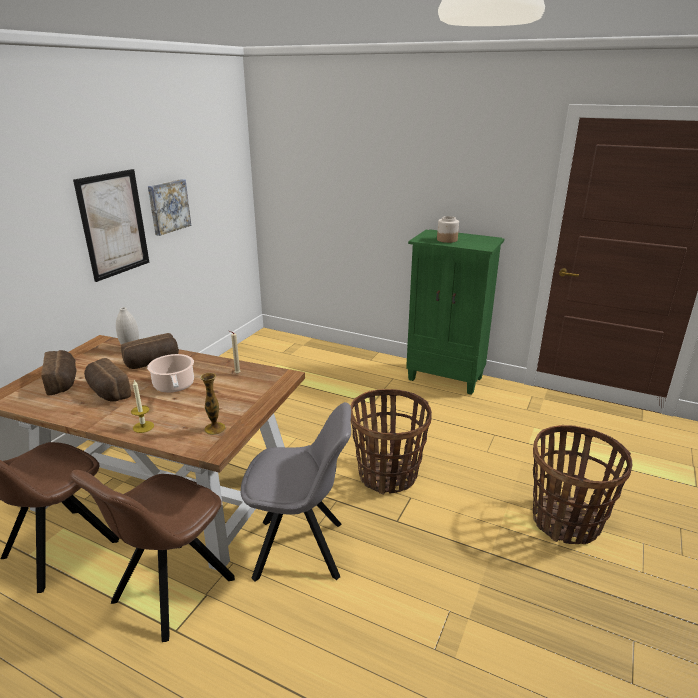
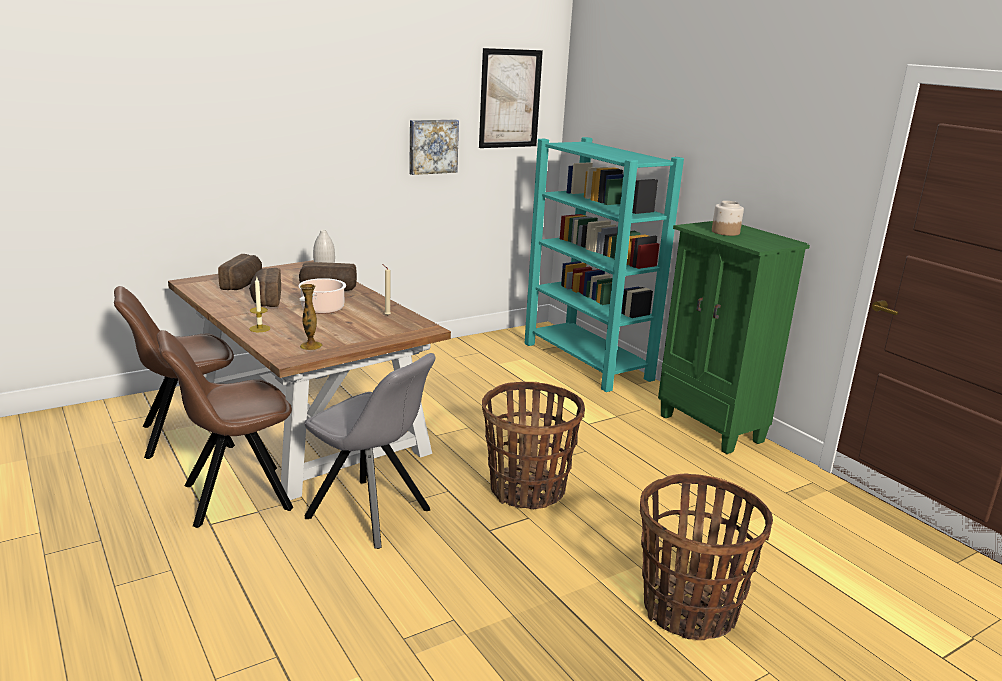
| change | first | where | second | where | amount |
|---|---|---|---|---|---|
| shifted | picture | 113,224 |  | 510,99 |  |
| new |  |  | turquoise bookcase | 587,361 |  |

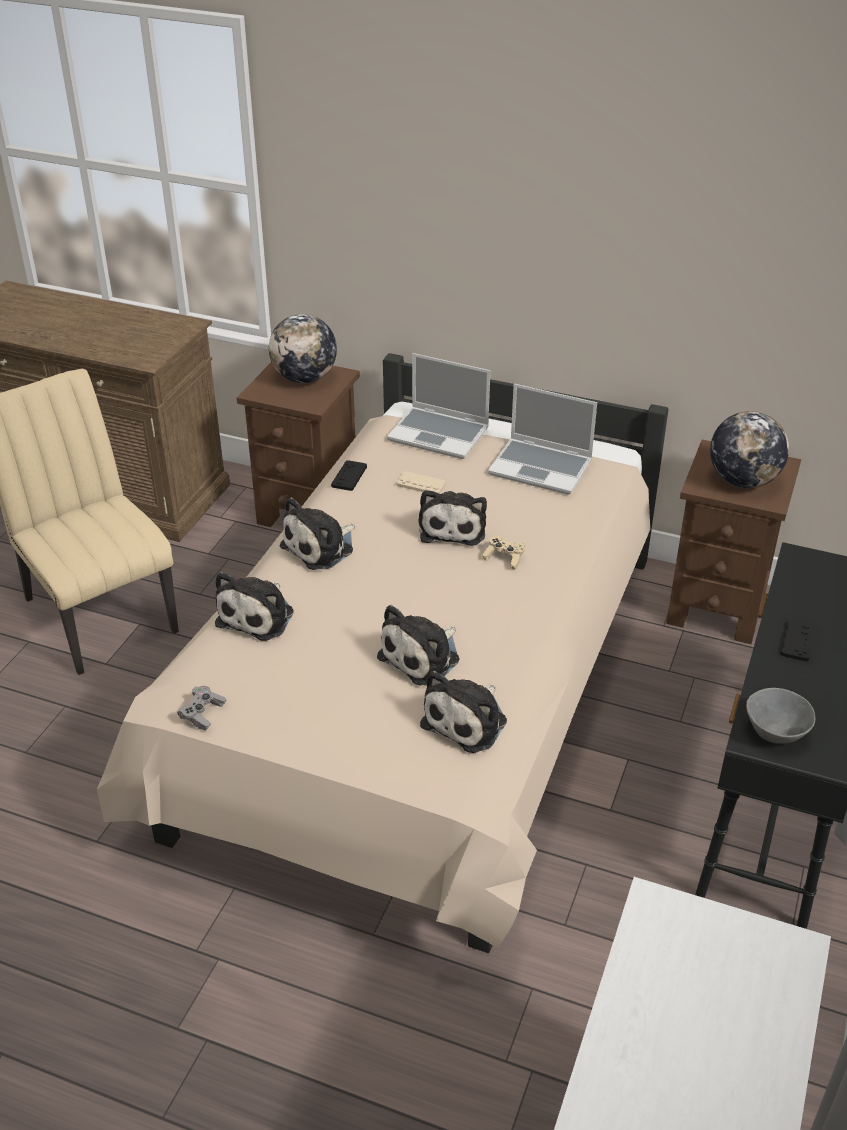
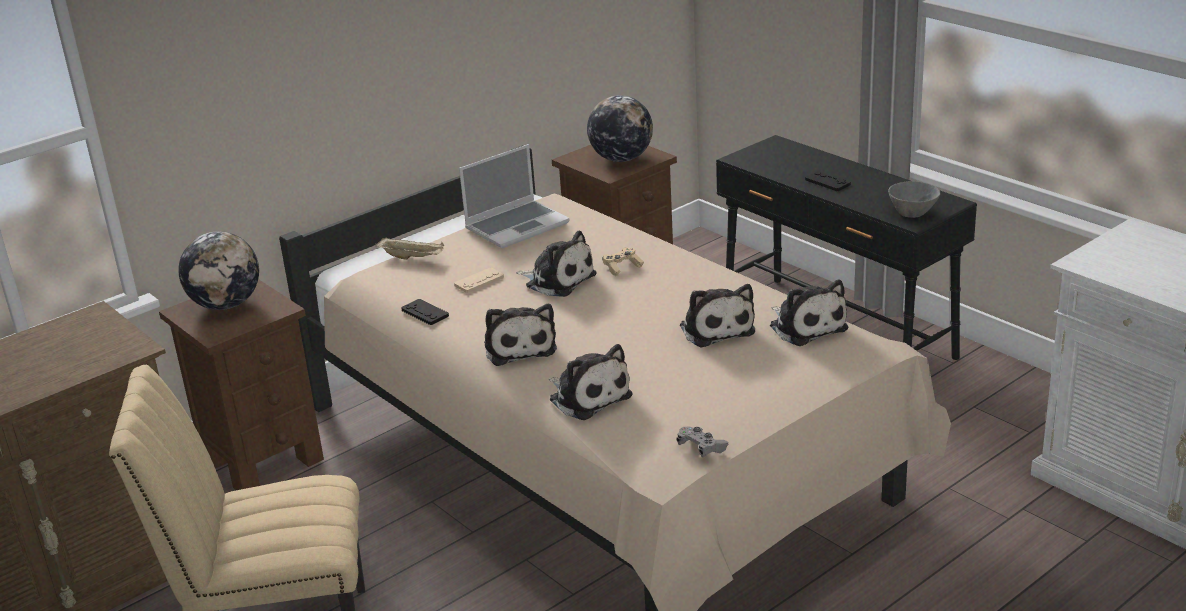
| change | first | where | second | where | amount |
|---|---|---|---|---|---|
| swapped | laptop | 440,434 | beige tray | 413,257 |  |

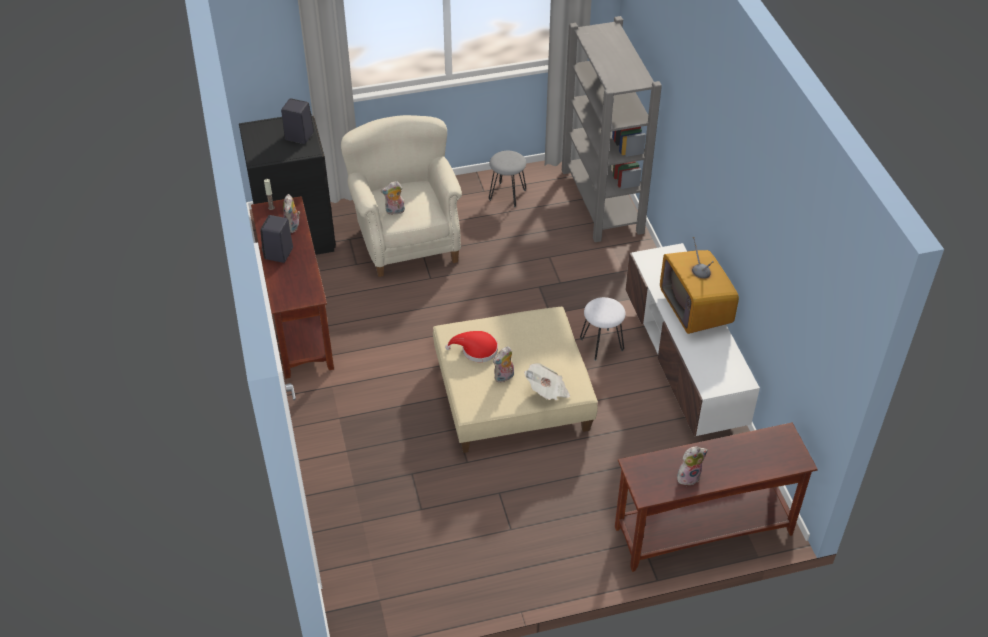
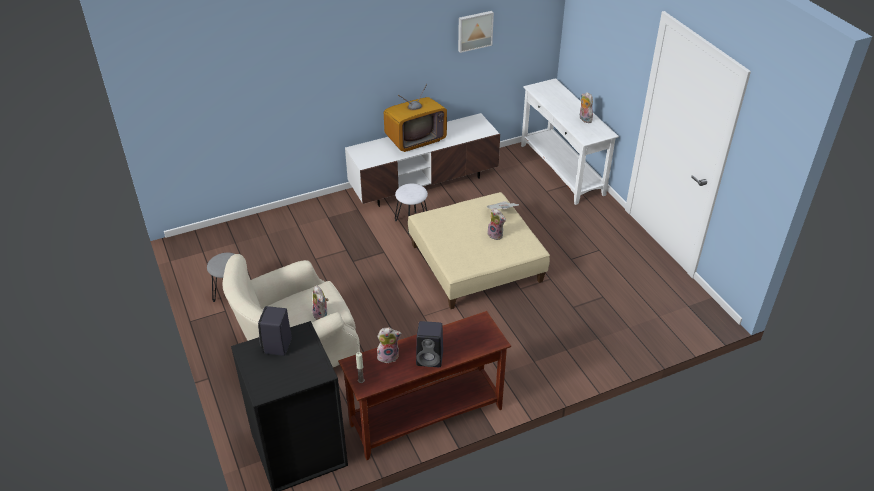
| change | first | where | second | where | amount |
|---|---|---|---|---|---|
| gone | red hat | 476,350 |  |  |  |
| gone | grey bookcase | 602,201 |  |  |  |
| repainted | brown console table | 702,531 | white console table | 562,170 |  |
| new |  |  | picture | 474,30 |  |

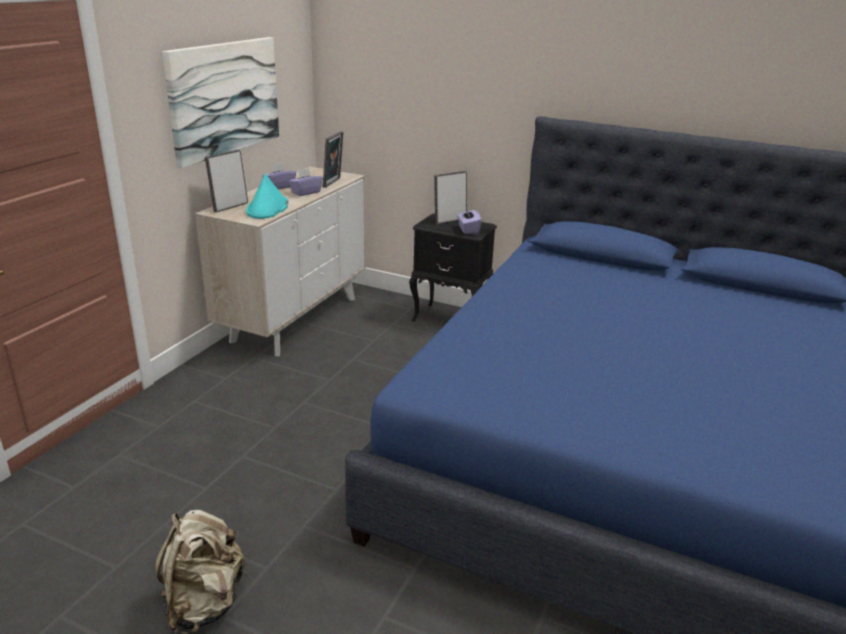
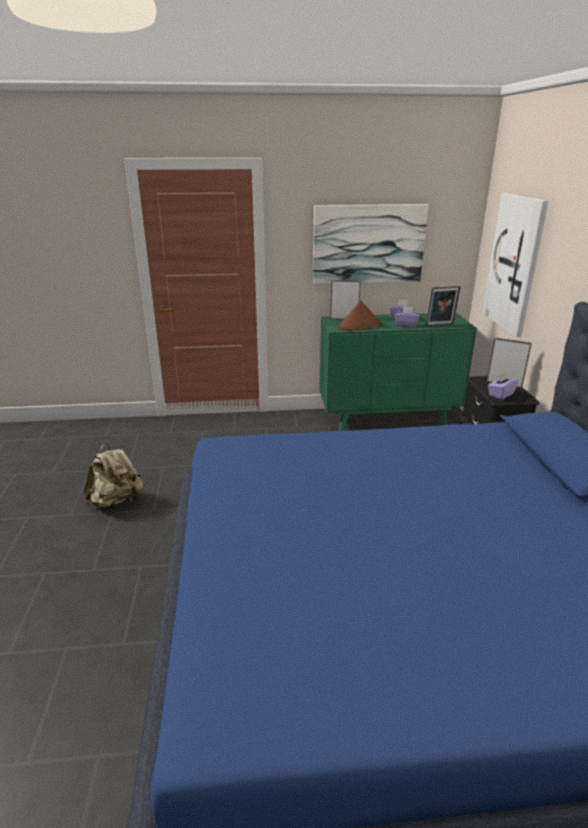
| change | first | where | second | where | amount |
|---|---|---|---|---|---|
| repainted | white dresser | 295,319 | green dresser | 387,418 |  |
| repainted | turquoise hat | 267,208 | brown hat | 359,326 |  |
| new |  |  | picture | 514,263 |  |

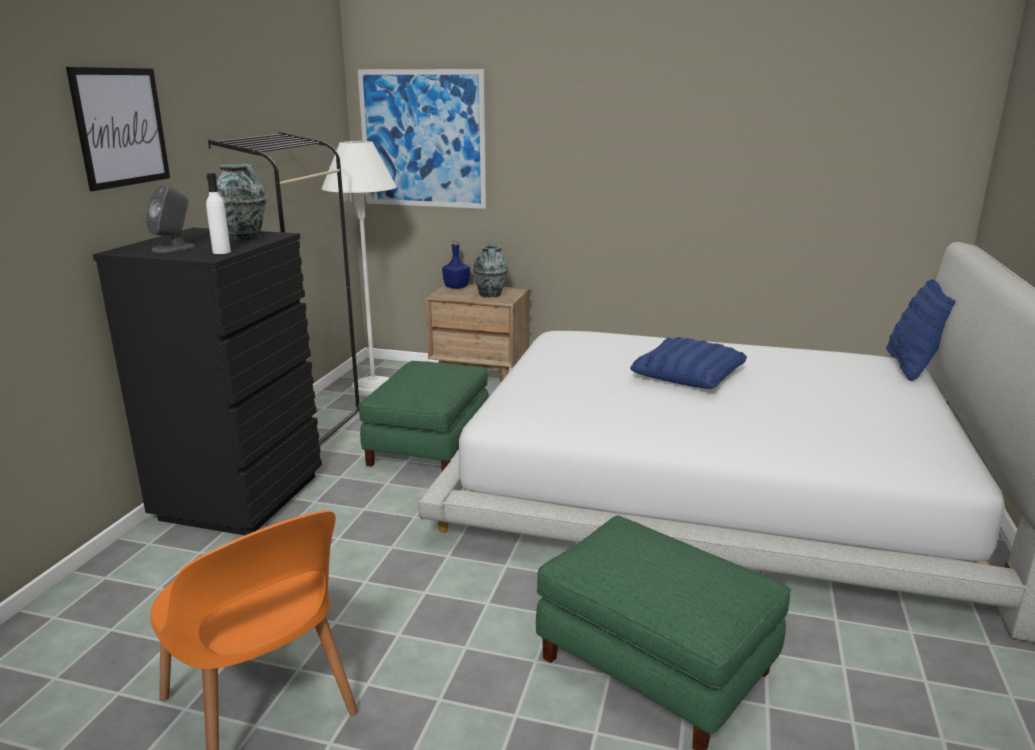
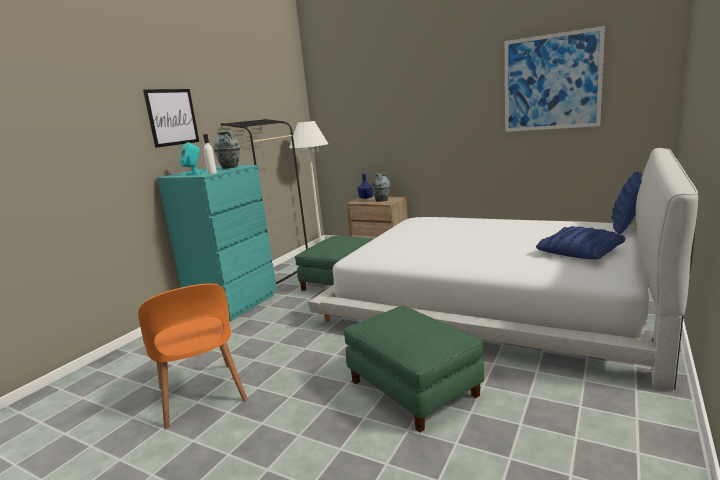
| change | first | where | second | where | amount |
|---|---|---|---|---|---|
| repainted | black dresser | 239,496 | turquoise dresser | 233,303 |  |
| repainted | grey speaker | 174,248 | turquoise speaker | 193,173 |  |
| shifted | picture | 423,139 |  | 551,82 |  |
| shifted | blue pillow | 687,375 |  | 579,252 |  |

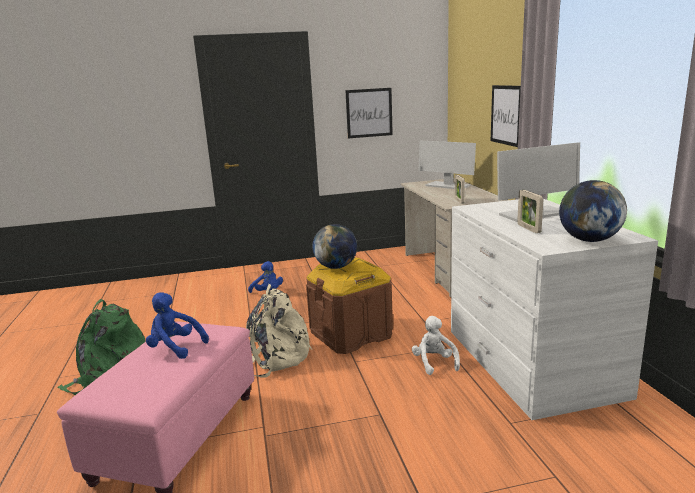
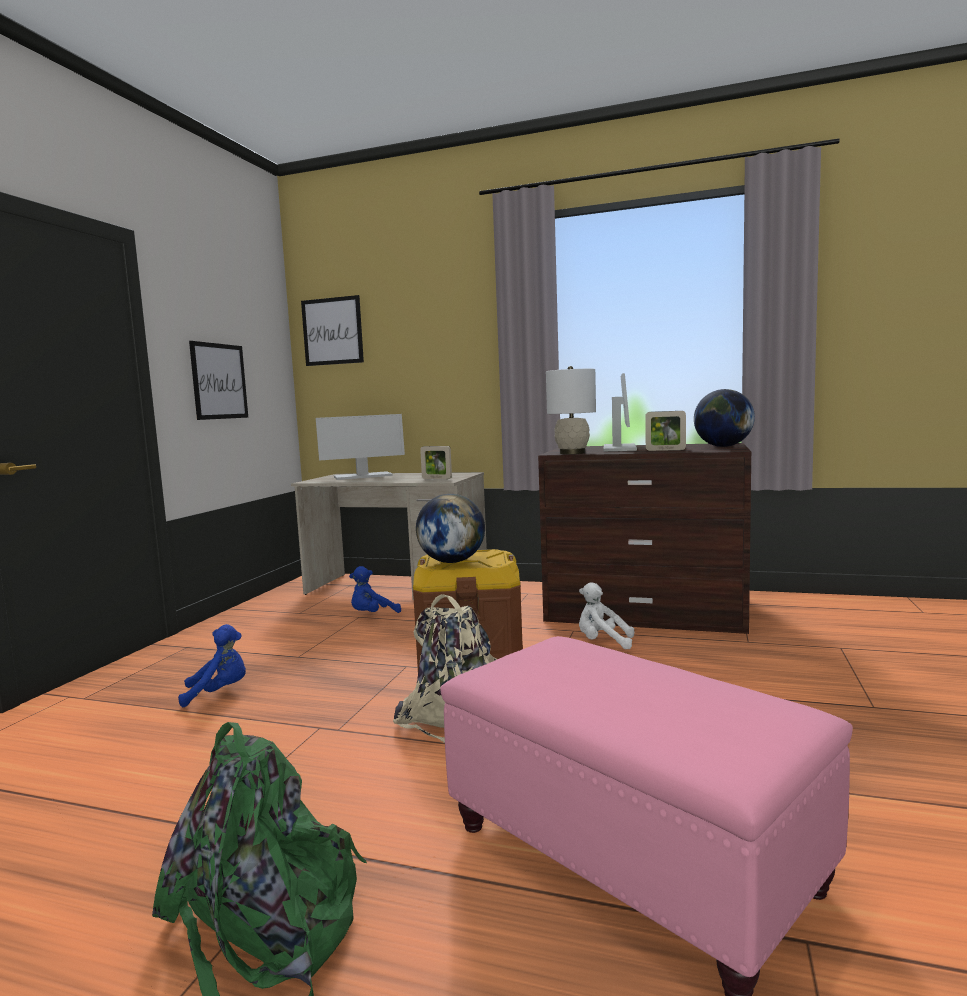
| change | first | where | second | where | amount |
|---|---|---|---|---|---|
| shifted | blue plush toy | 175,348 |  | 372,615 |  |
| repainted | white dresser | 531,361 | brown dresser | 646,609 |  |
| shifted | picture | 506,115 |  | 332,331 |  |
| new |  |  | white table lamp | 572,453 |  |

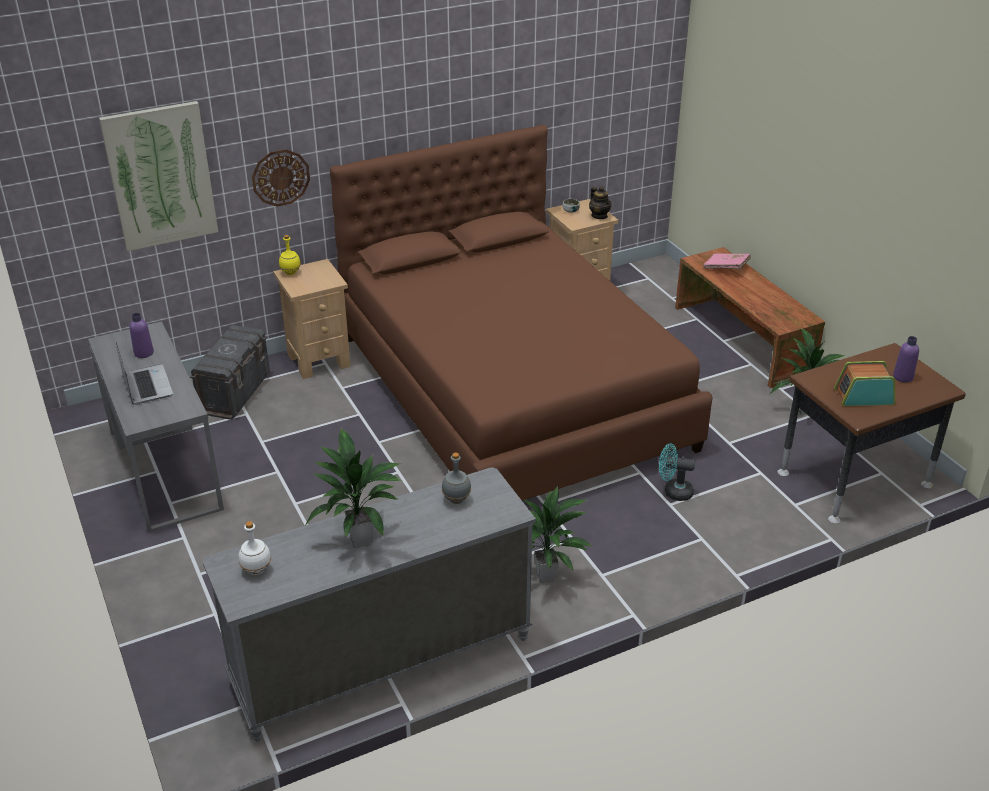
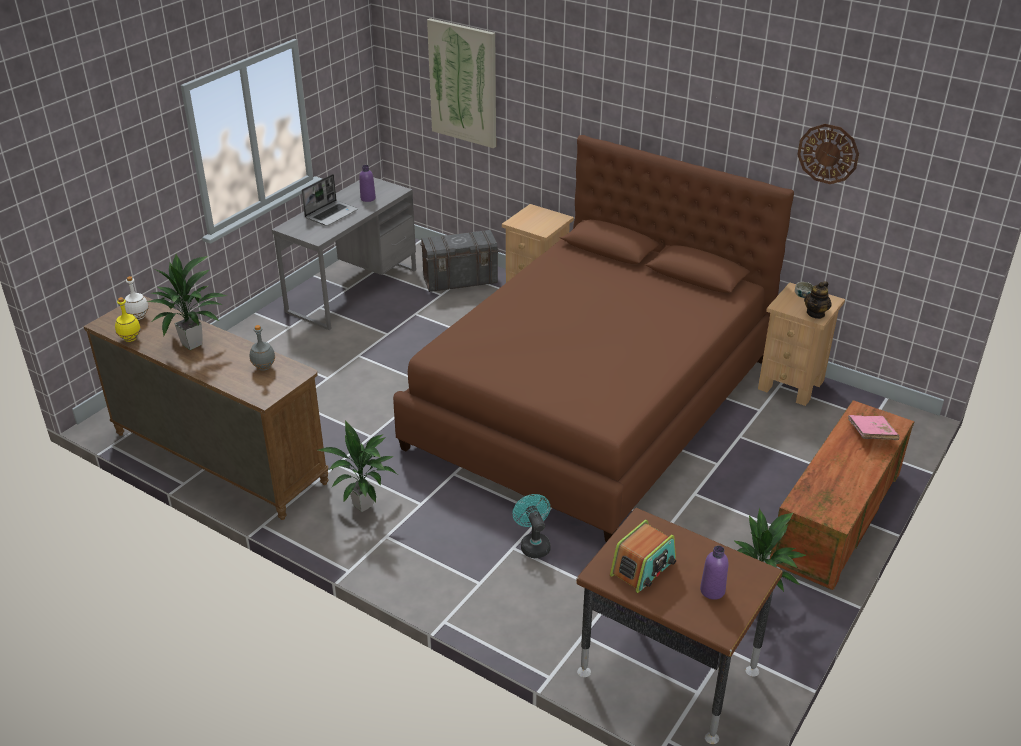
| change | first | where | second | where | amount |
|---|---|---|---|---|---|
| repainted | grey dresser | 381,662 | brown dresser | 218,458 |  |
| shifted | wall clock | 280,177 |  | 828,153 |  |
| shifted | yellow bottle | 290,273 |  | 130,339 |  |
| rotated | radio | 863,396 |  | 643,568 | 75 degrees clockwise |

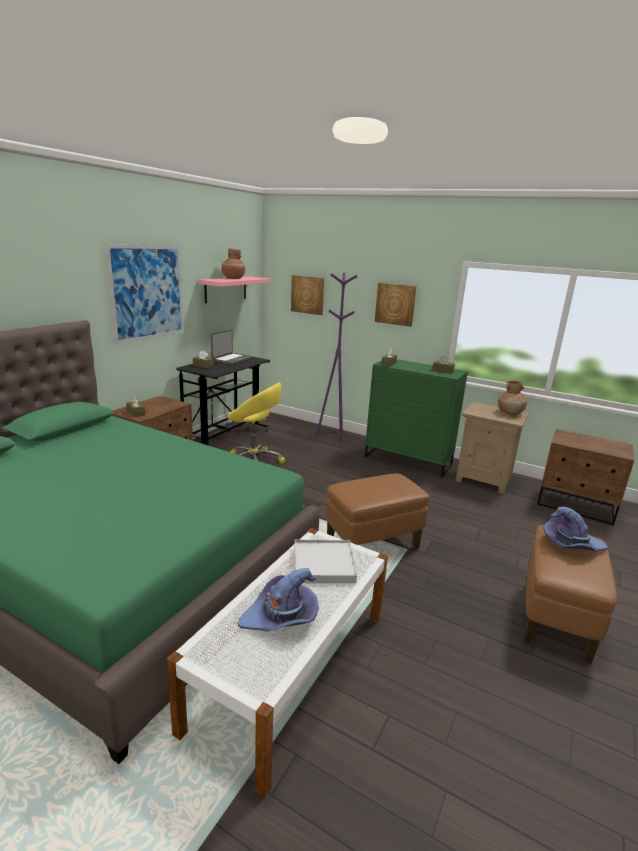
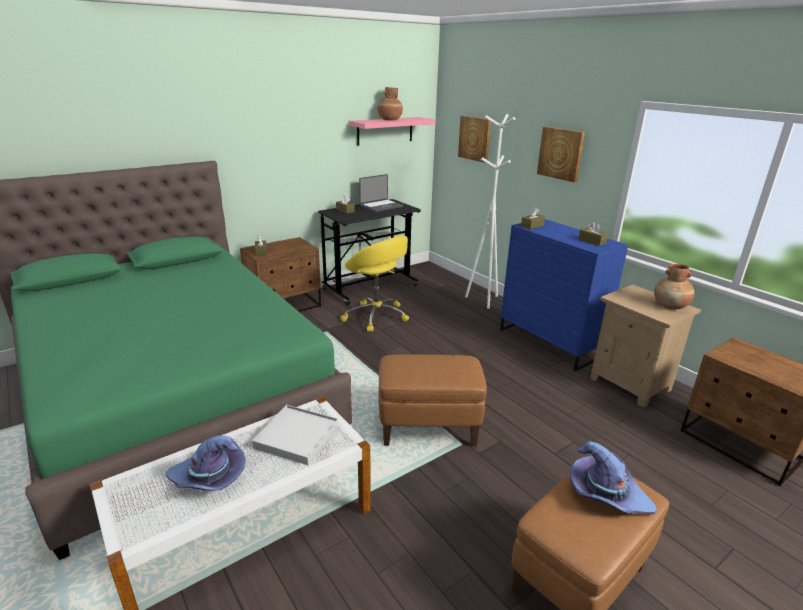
| change | first | where | second | where | amount |
|---|---|---|---|---|---|
| gone | picture | 148,293 |  |  |  |
| repainted | purple clothes rack | 333,436 | white clothes rack | 483,300 |  |
| repainted | green dresser | 408,461 | blue dresser | 549,343 |  |

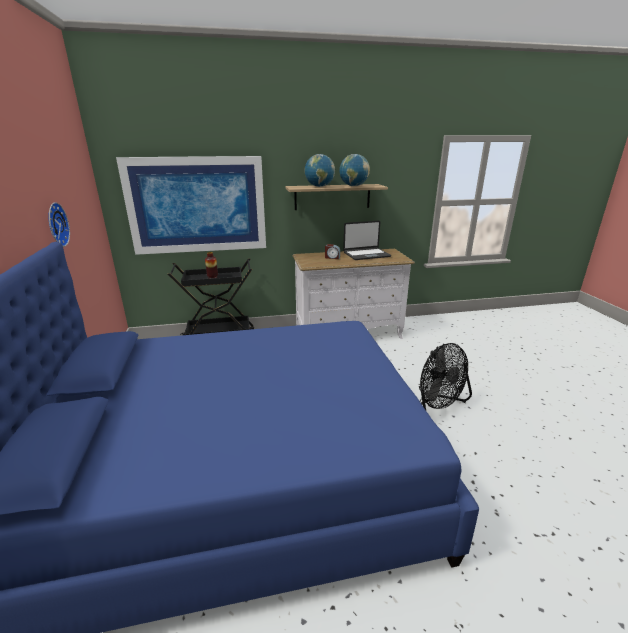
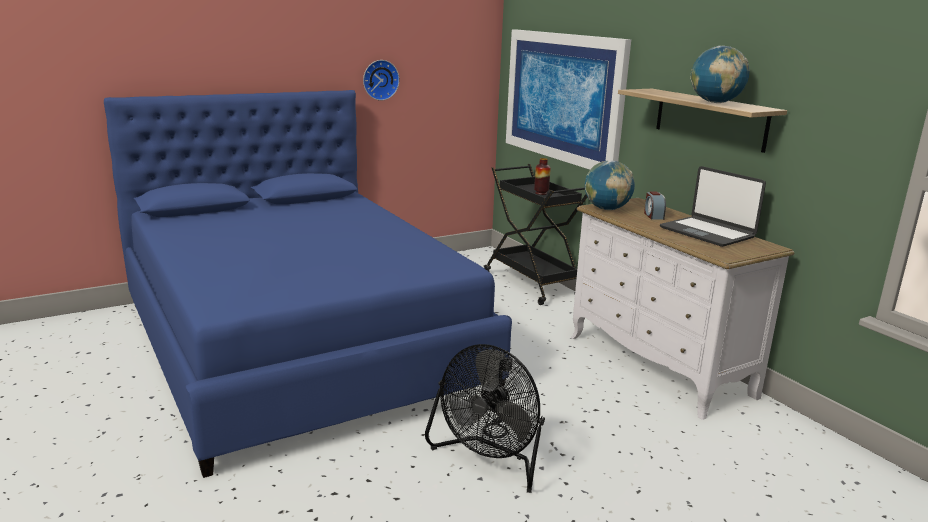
| change | first | where | second | where | amount |
|---|---|---|---|---|---|
| shifted | globe | 319,186 |  | 606,209 |  |

